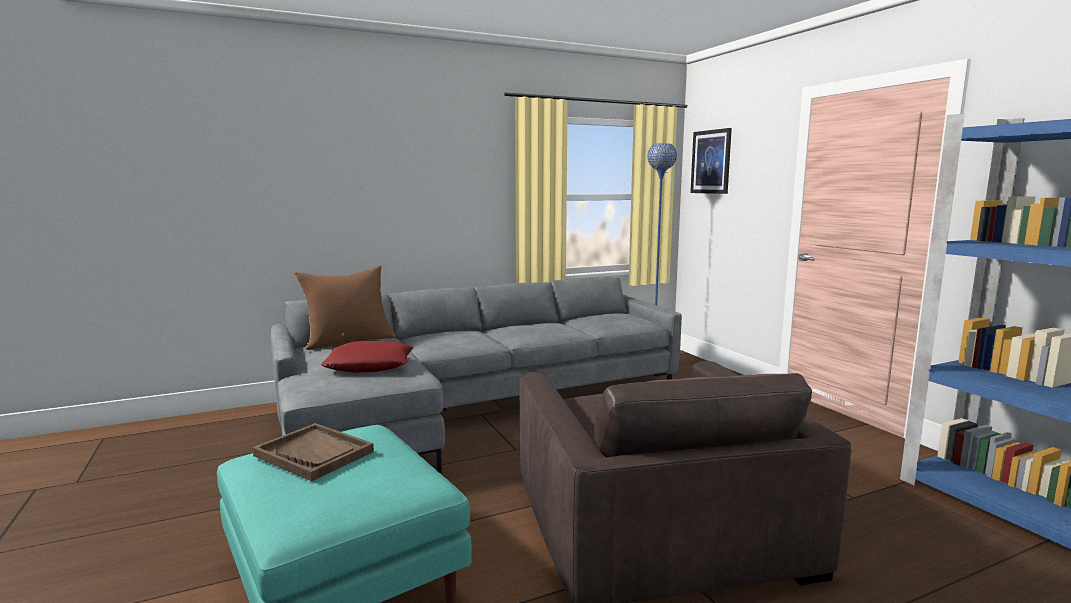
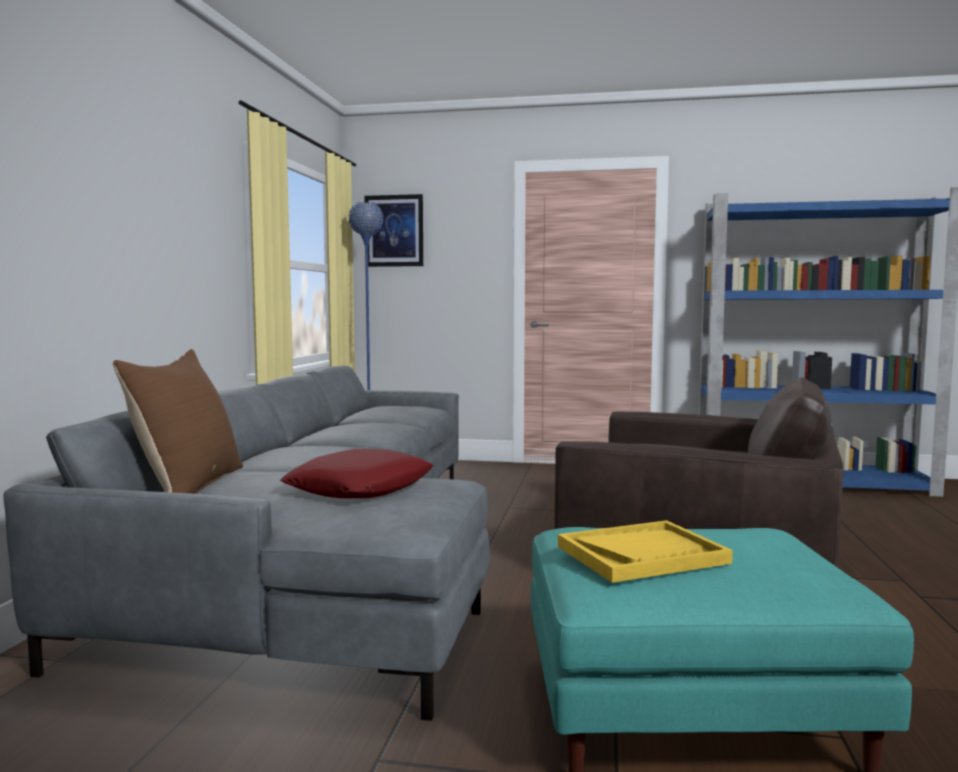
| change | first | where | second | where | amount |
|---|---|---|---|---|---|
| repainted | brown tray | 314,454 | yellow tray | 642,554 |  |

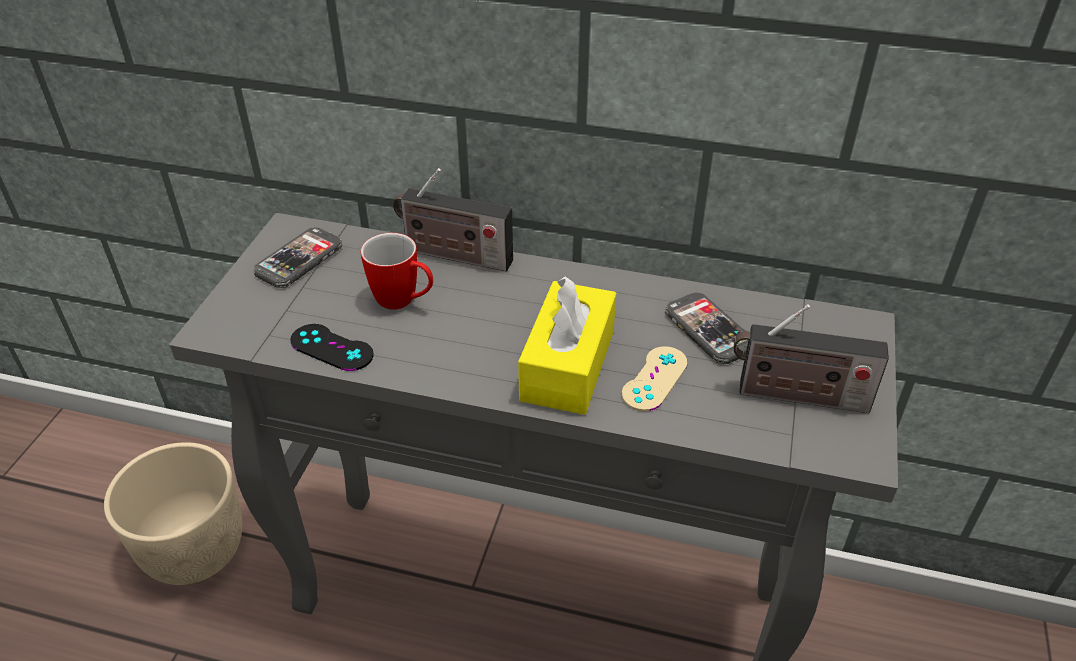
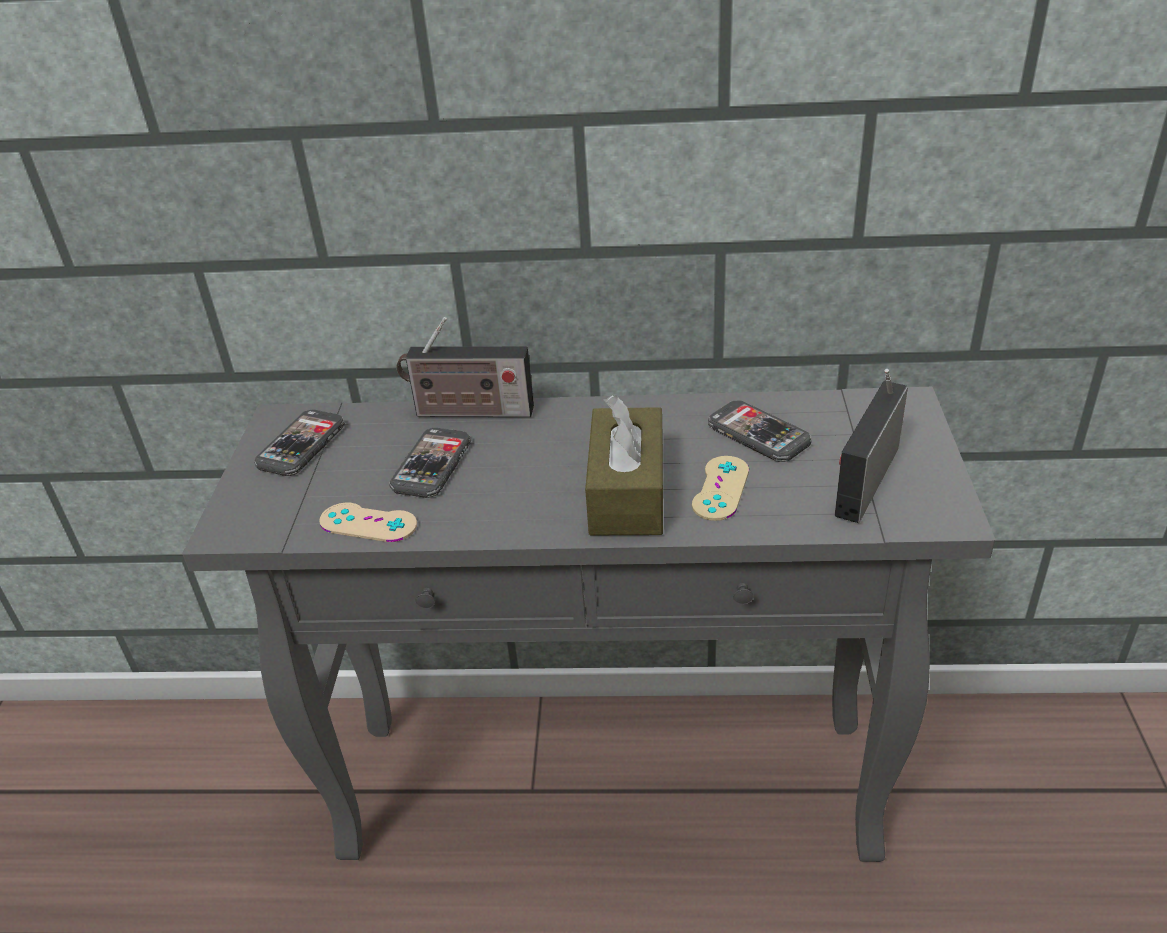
| change | first | where | second | where | amount |
|---|---|---|---|---|---|
| gone | beige planter | 195,551 |  |  |  |
| repainted | black game controller | 331,348 | beige game controller | 368,523 |  |
| swapped | mug | 404,302 | phone | 431,465 |  |
| repainted | yellow tissue box | 568,365 | brown tissue box | 627,492 |  |
| rotated | radio | 796,396 |  | 867,477 | 120 degrees clockwise |

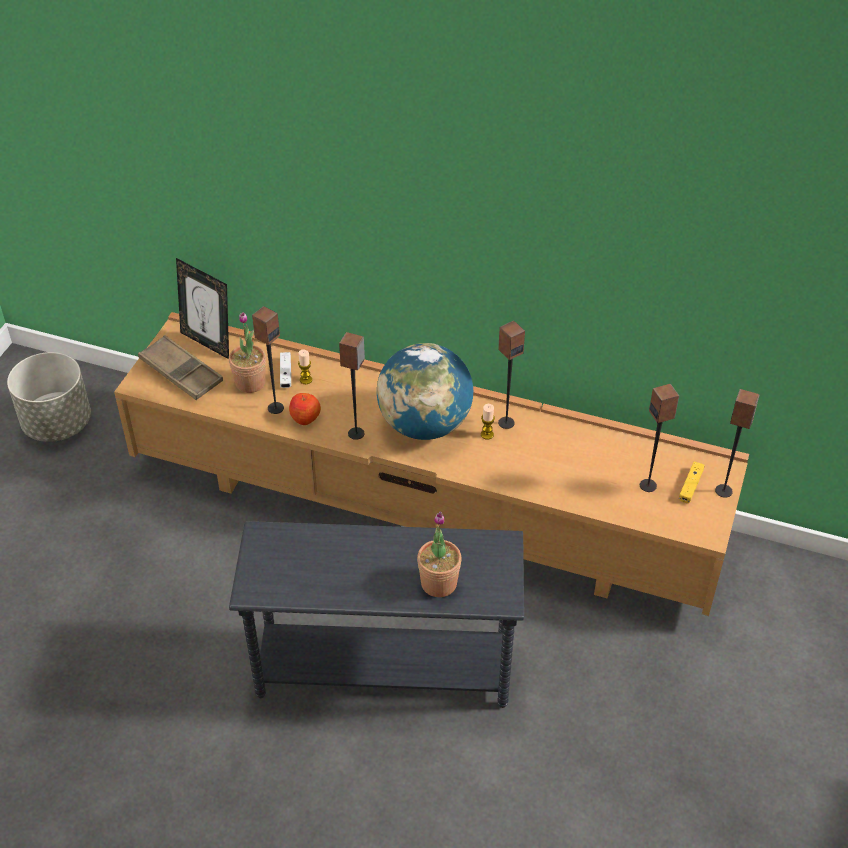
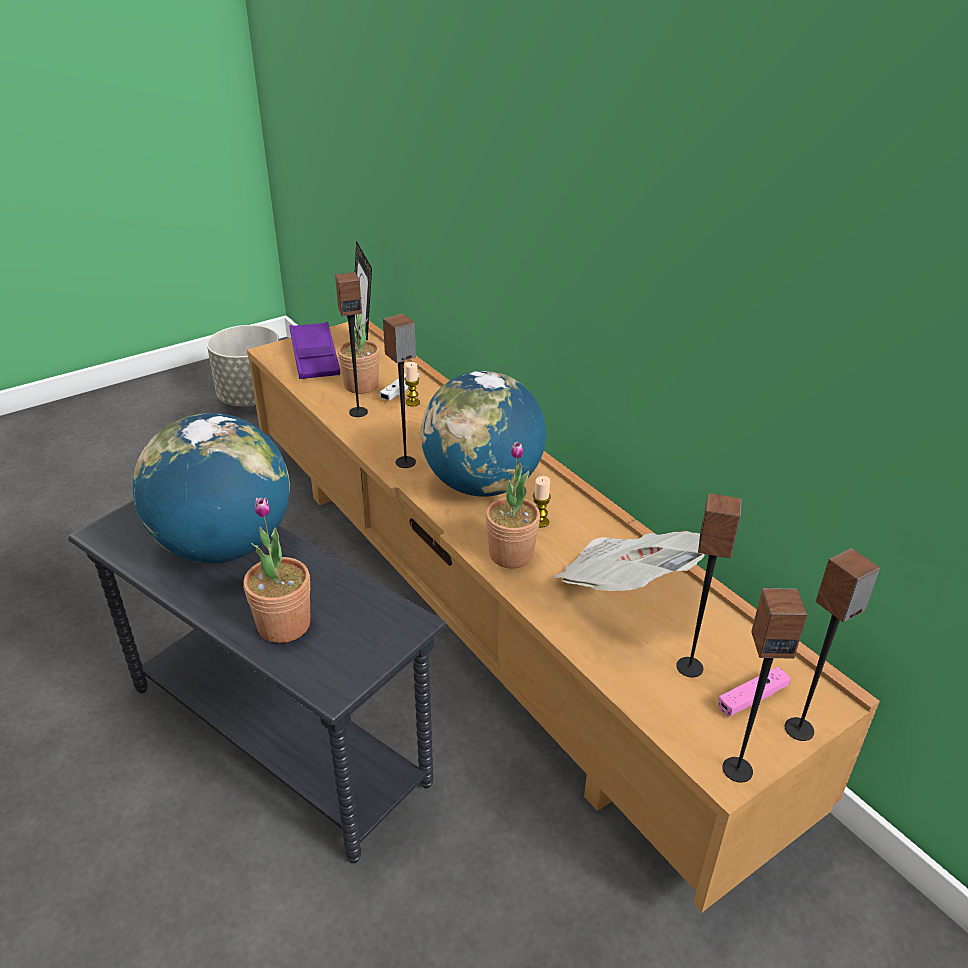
| change | first | where | second | where | amount |
|---|---|---|---|---|---|
| repainted | brown tray | 181,372 | purple tray | 315,357 |  |
| gone | apple | 305,417 |  |  |  |
| shifted | speaker | 506,422 |  | 737,769 |  |
| repainted | yellow game controller | 690,486 | pink game controller | 752,698 |  |
| new |  |  | globe | 224,546 |  |
| new |  |  | potted plant | 511,554 |  |
| new |  |  | newspaper | 626,586 |  |

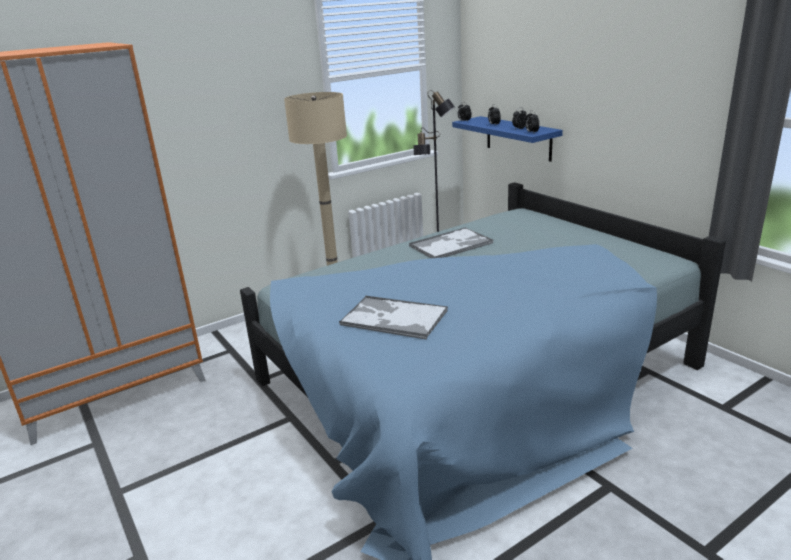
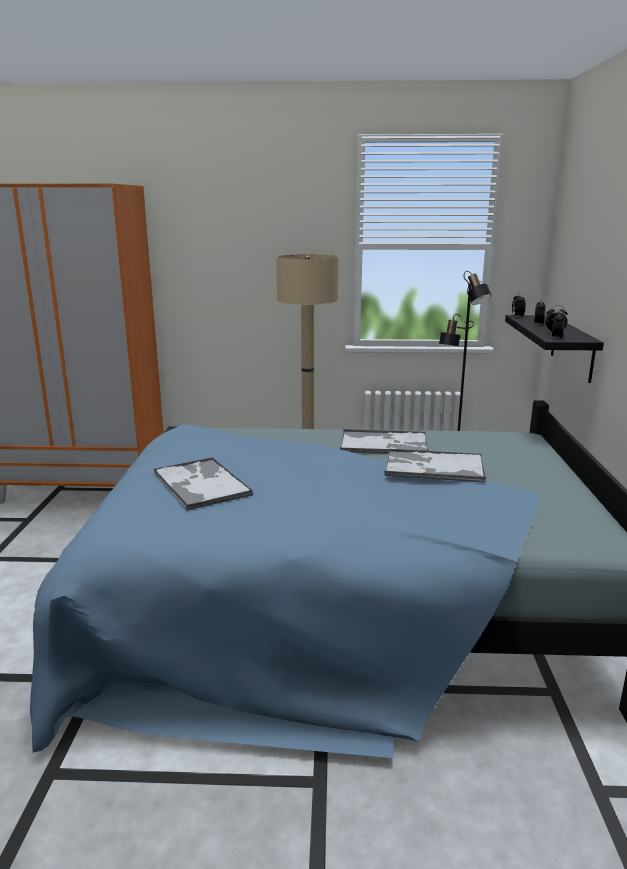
| change | first | where | second | where | amount |
|---|---|---|---|---|---|
| repainted | blue shelf | 518,138 | black shelf | 572,347 |  |
| new |  |  | tray | 433,467 |  |

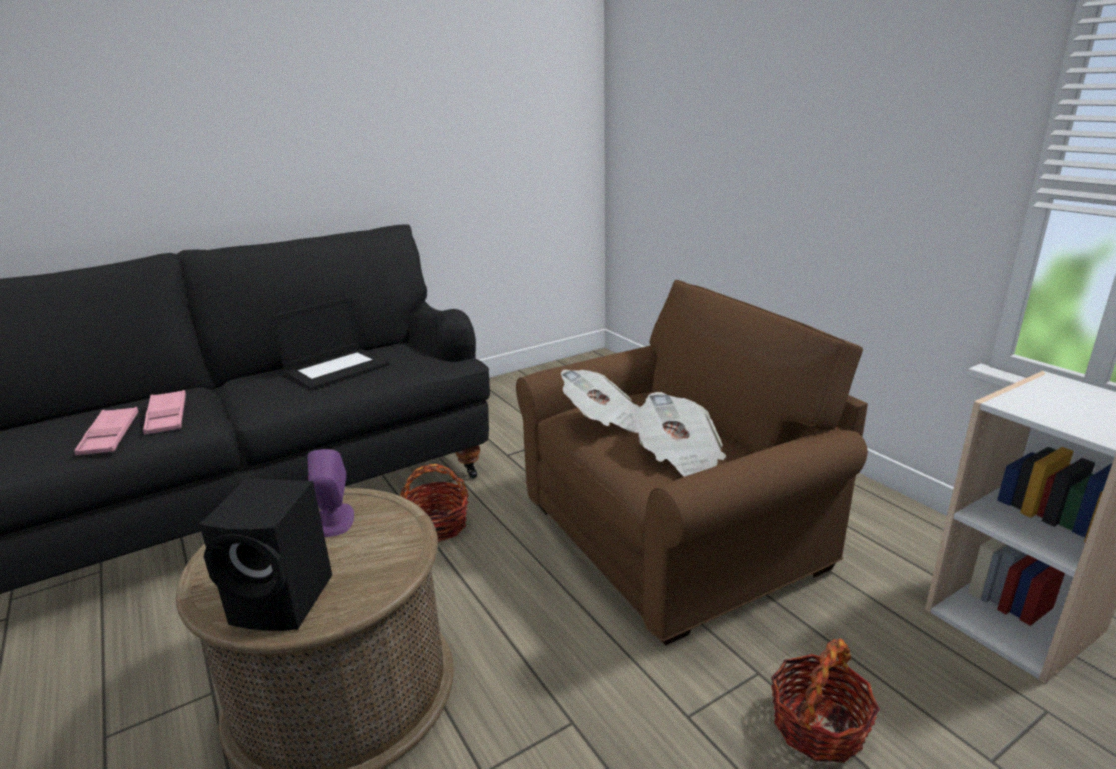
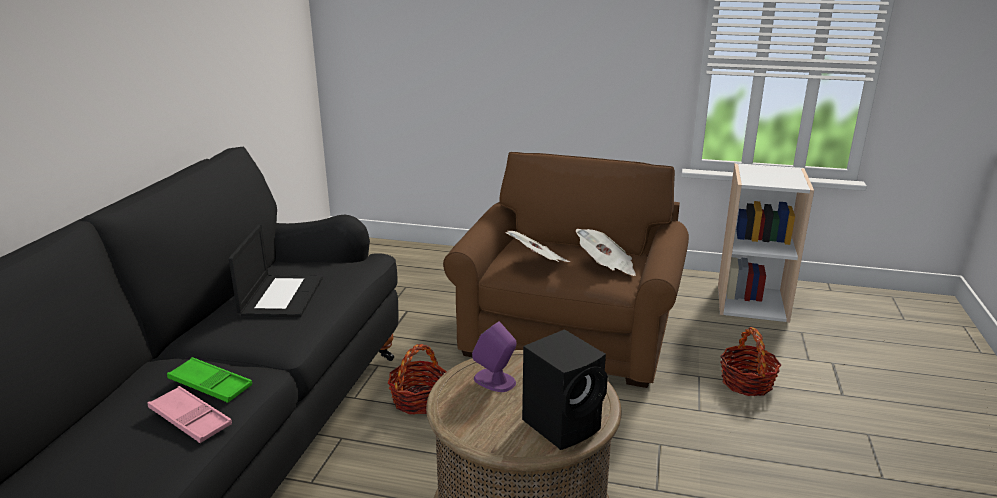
| change | first | where | second | where | amount |
|---|---|---|---|---|---|
| repainted | pink tray | 167,417 | green tray | 210,385 |  |

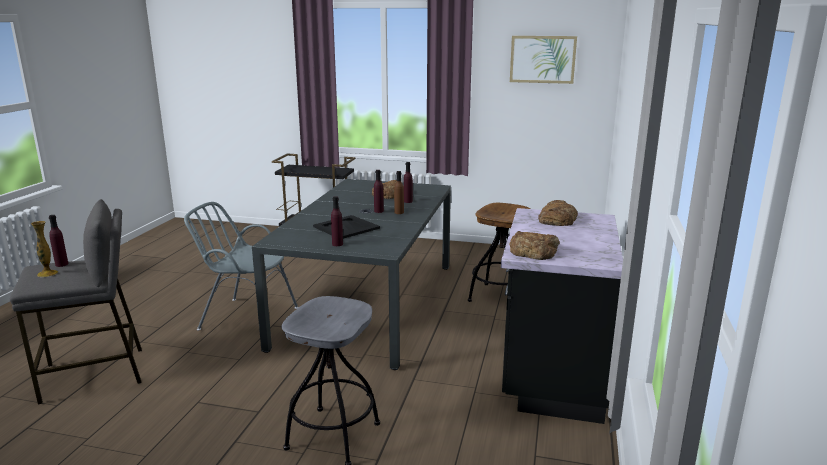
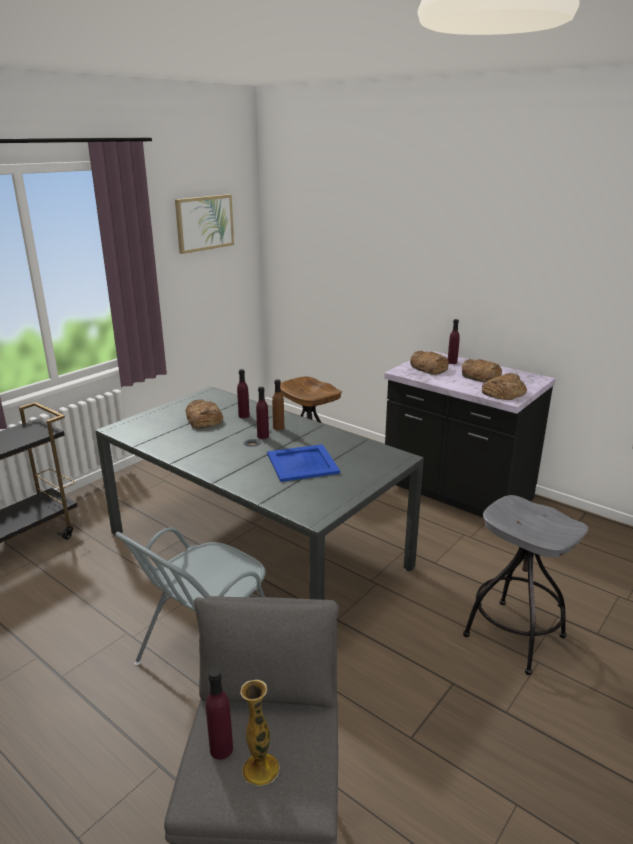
| change | first | where | second | where | amount |
|---|---|---|---|---|---|
| repainted | black tray | 347,227 | blue tray | 303,463 |  |
| shifted | purple bottle | 337,244 |  | 452,362 |  |
| new |  |  | bread | 481,376 |  |

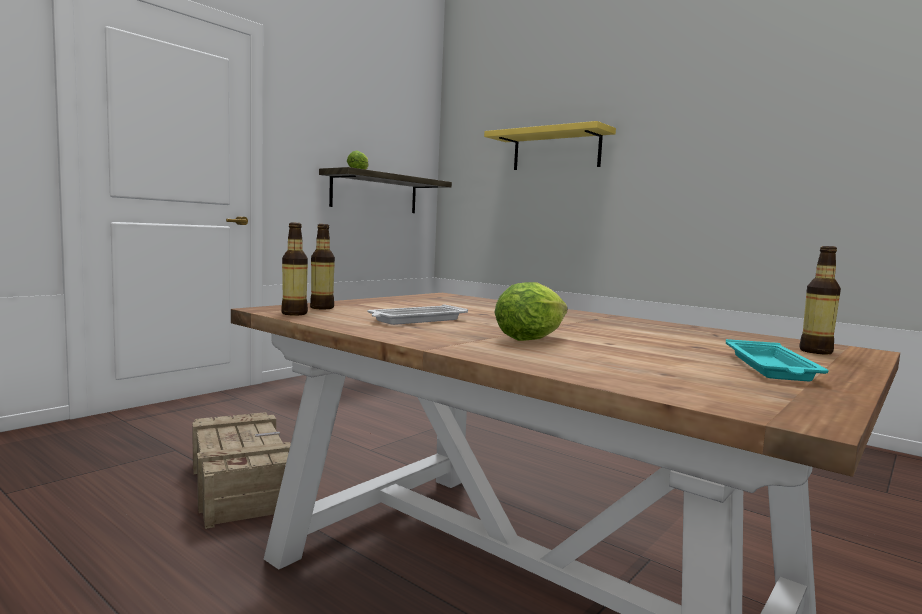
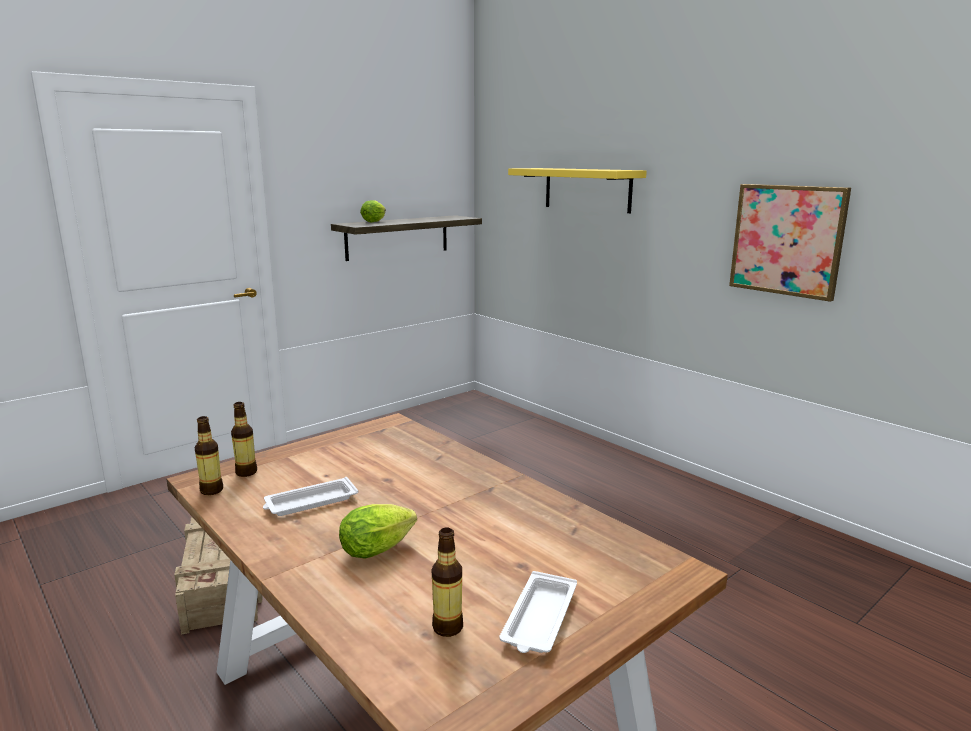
| change | first | where | second | where | amount |
|---|---|---|---|---|---|
| repainted | turquoise tray | 771,367 | white tray | 539,619 |  |
| shifted | bottle | 815,351 |  | 447,627 |  |
| new |  |  | picture | 787,240 |  |

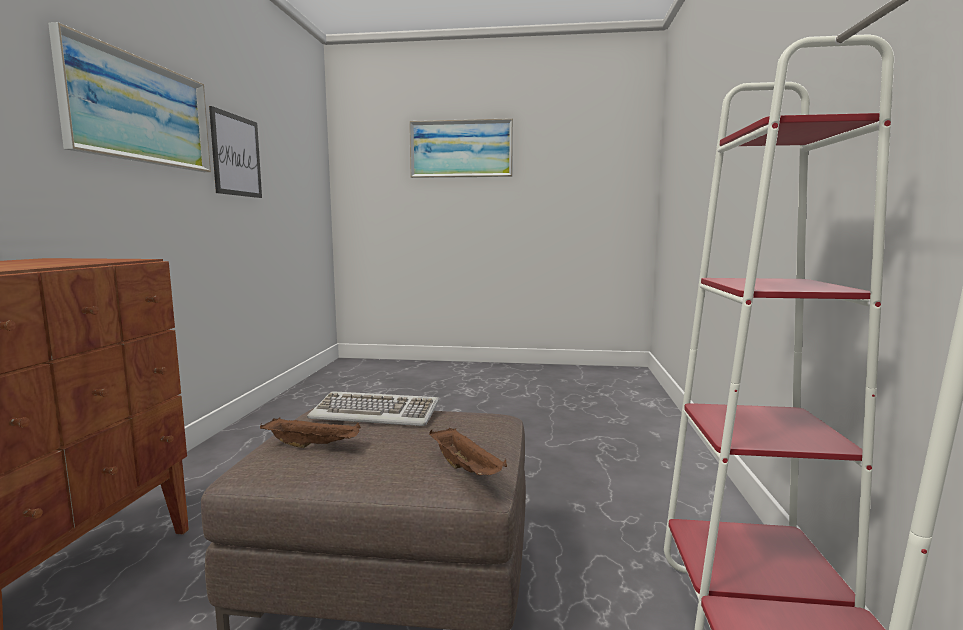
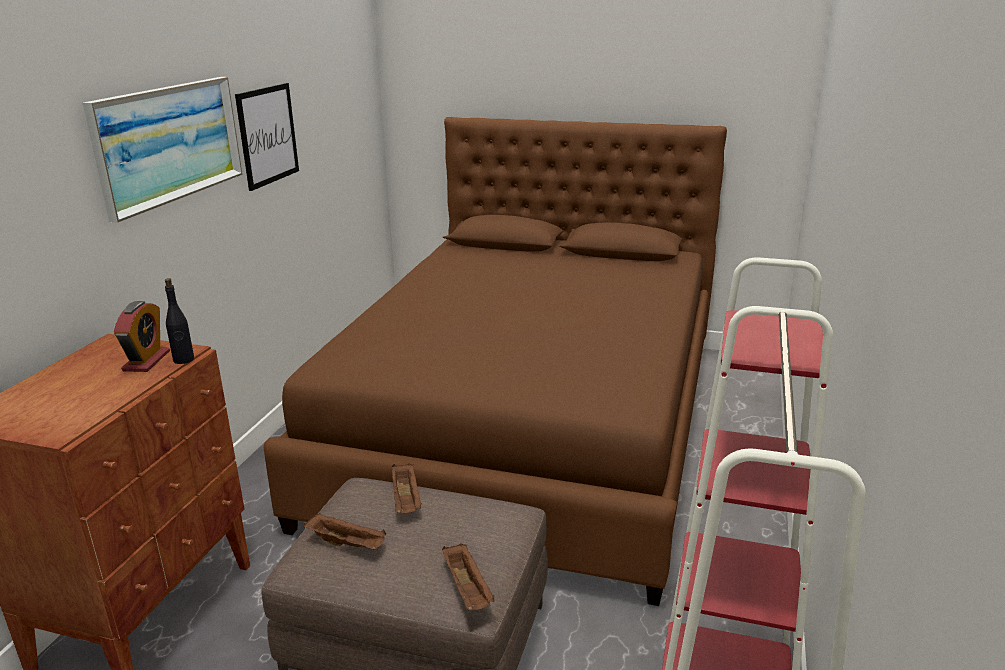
| change | first | where | second | where | amount |
|---|---|---|---|---|---|
| swapped | keyboard | 376,413 | brown tray | 406,500 |  |
| gone | picture | 461,149 |  |  |  |
| new |  |  | alarm clock | 146,361 |  |
| new |  |  | black bottle | 183,360 |  |
| new |  |  | brown bed | 531,425 |  |

